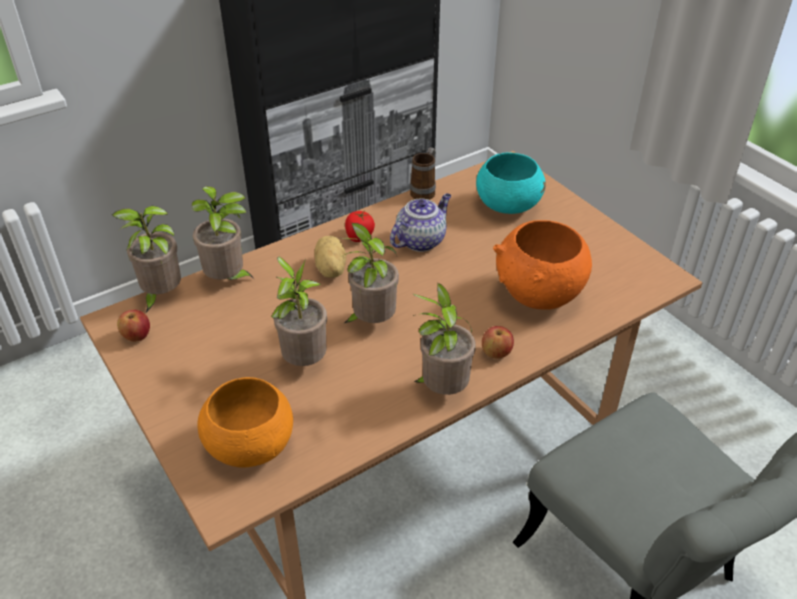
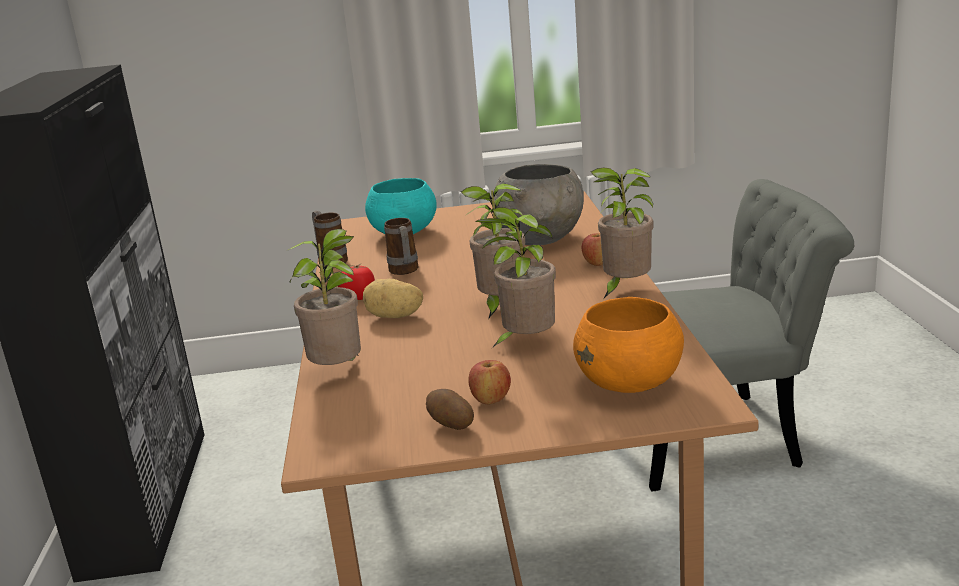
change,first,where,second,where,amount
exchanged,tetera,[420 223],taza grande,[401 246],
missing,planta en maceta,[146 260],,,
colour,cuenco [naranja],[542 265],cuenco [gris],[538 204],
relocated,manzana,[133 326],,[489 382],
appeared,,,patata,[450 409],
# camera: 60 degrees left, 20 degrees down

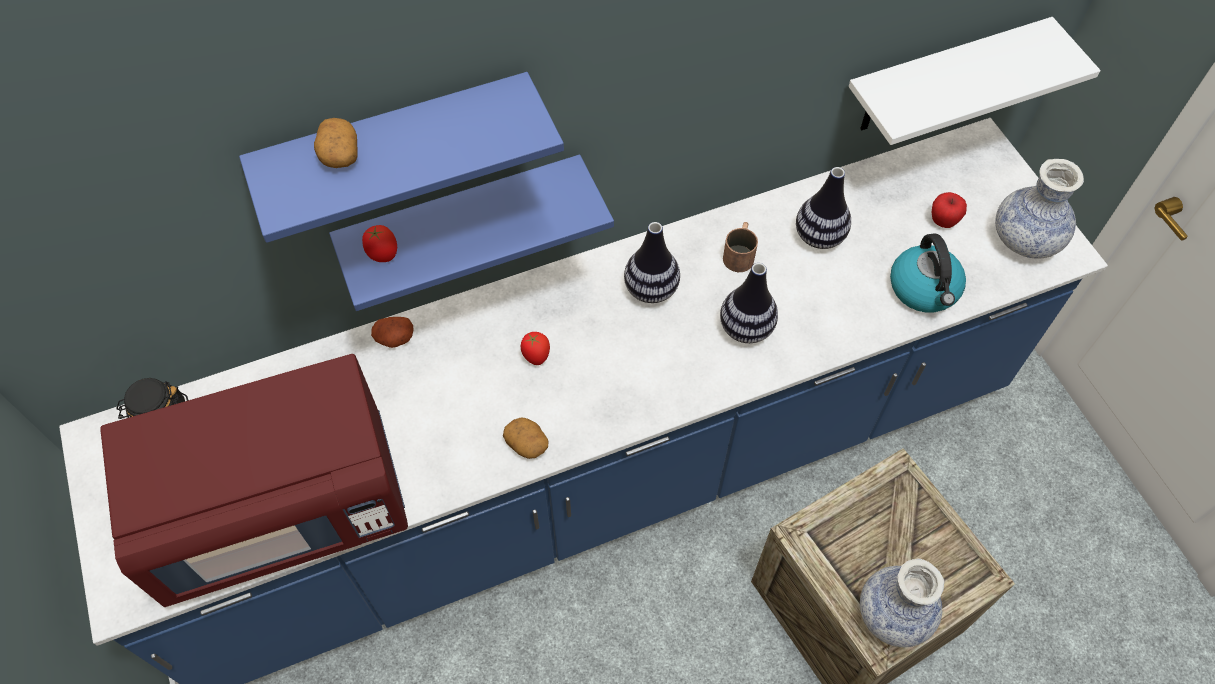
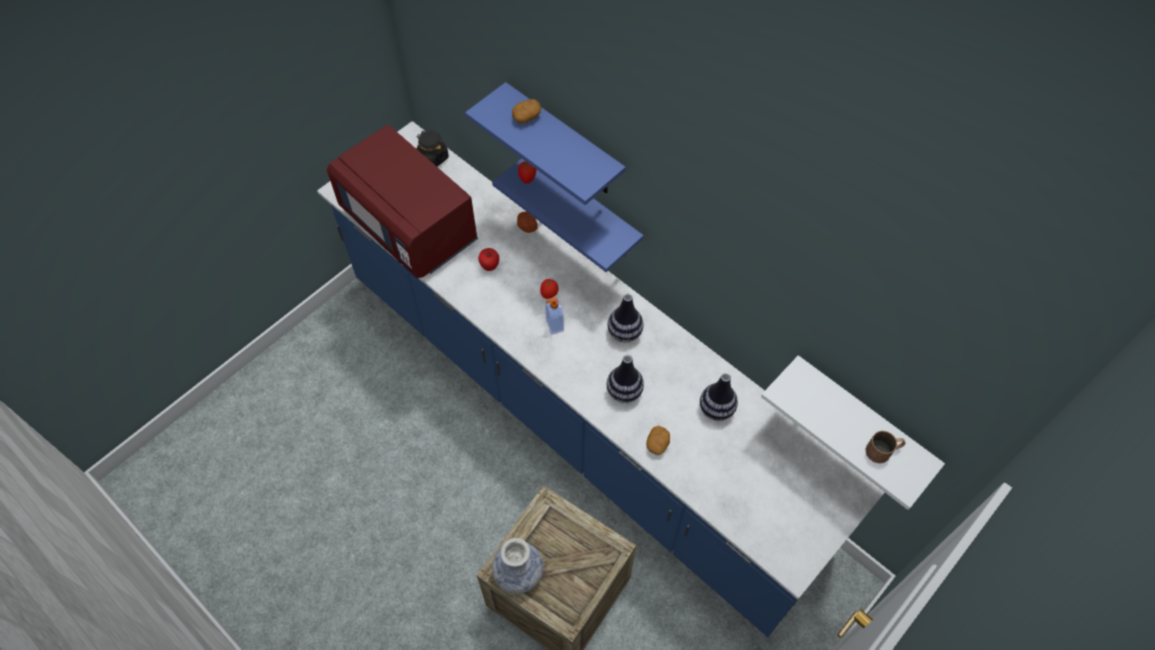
change,first,where,second,where,amount
missing,florero,[1039 209],,,
relocated,manzana,[949 210],,[488 259],
relocated,taza grande [marrón],[740 247],,[885 447],
missing,hervidor,[928 273],,,
relocated,patata,[525 438],,[658 440],
appeared,,,dispensador de jabón,[554 316],
# camera: 65 degrees right, 0 degrees up

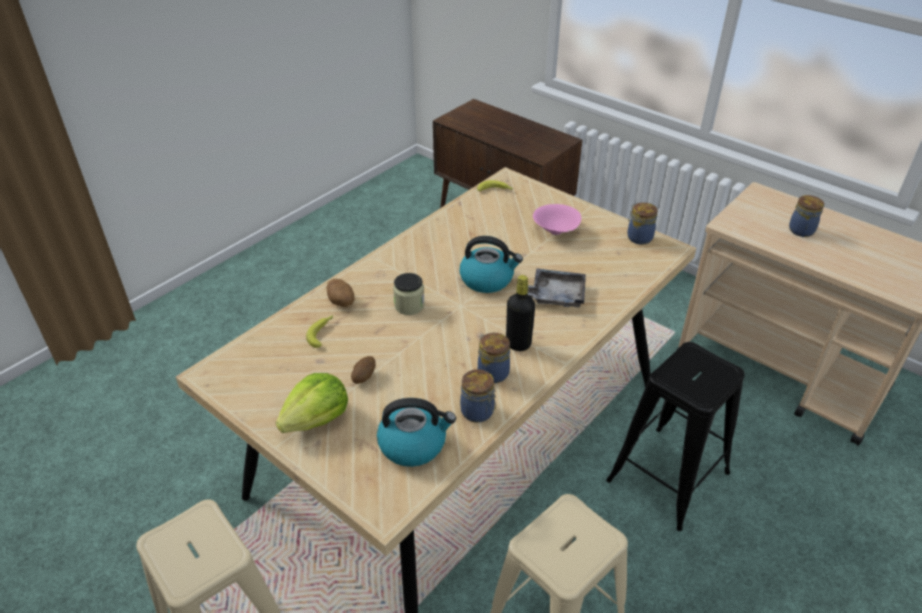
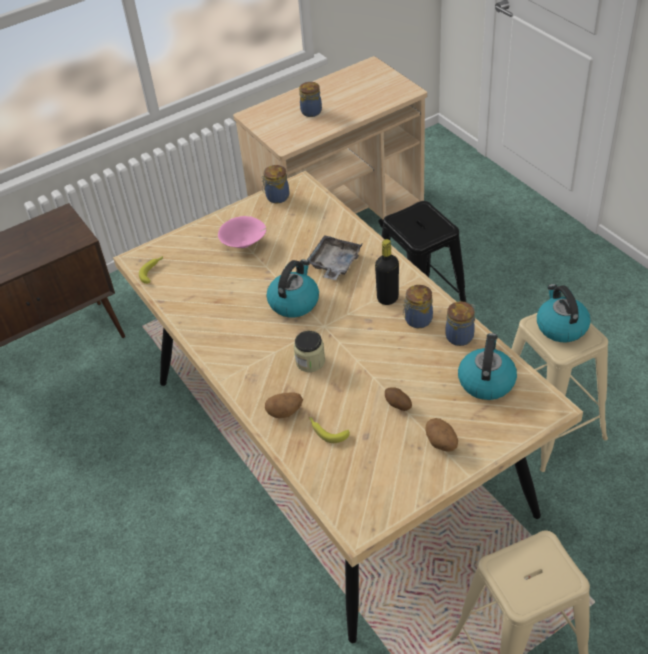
change,first,where,second,where,amount
exchanged,lechuga,[312 403],patata,[441 435],
appeared,,,hervidor,[564 313],
# camera: 70 degrees left, 5 degrees up

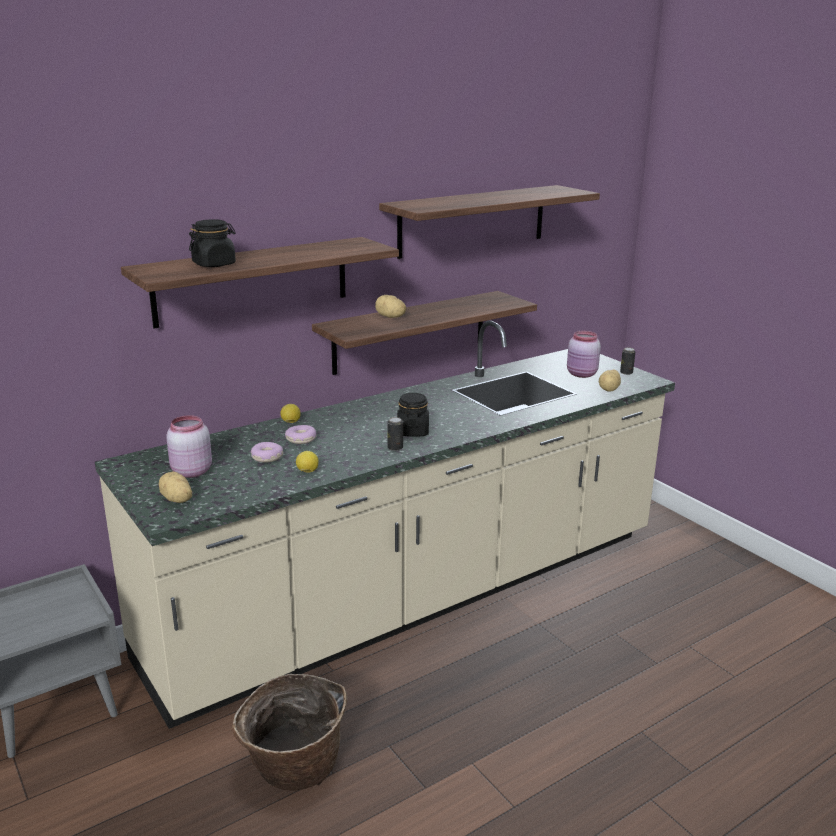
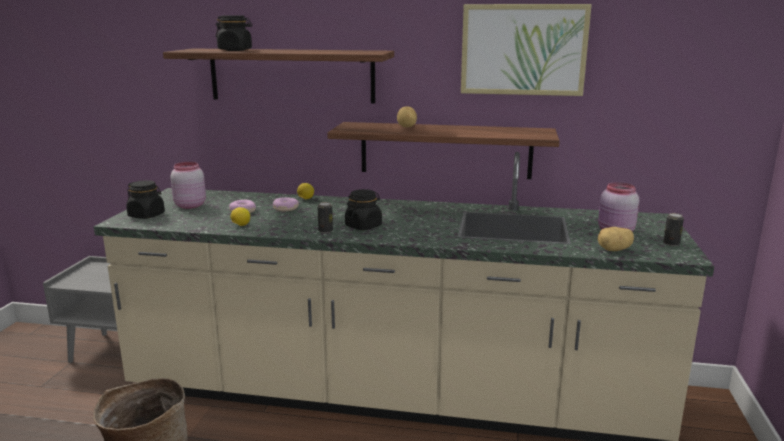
change,first,where,second,where,amount
exchanged,estante,[489 222],cuadro,[526 50],
exchanged,patata,[175 487],tarro [negro],[145 199],
# camera: 45 degrees right, 5 degrees down

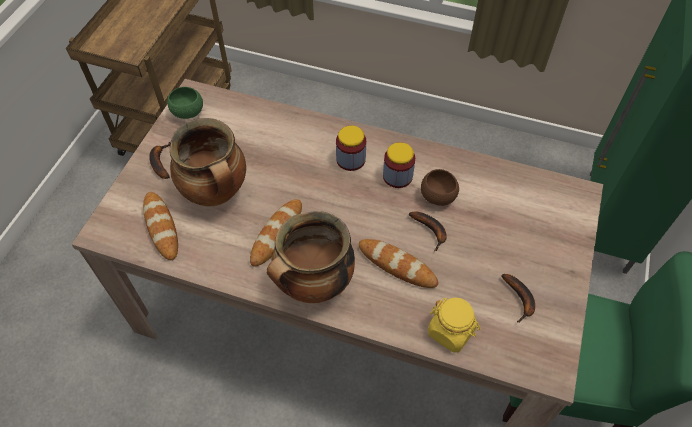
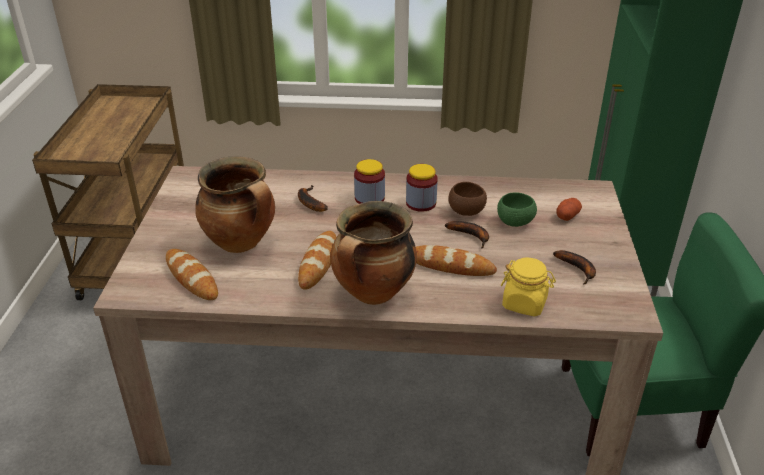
change,first,where,second,where,amount
relocated,cuenco [verde],[185 103],,[517 209],
relocated,plátano,[159 160],,[313 198],
appeared,,,patata,[569 209],
# camera: 15 degrees left, 20 degrees down

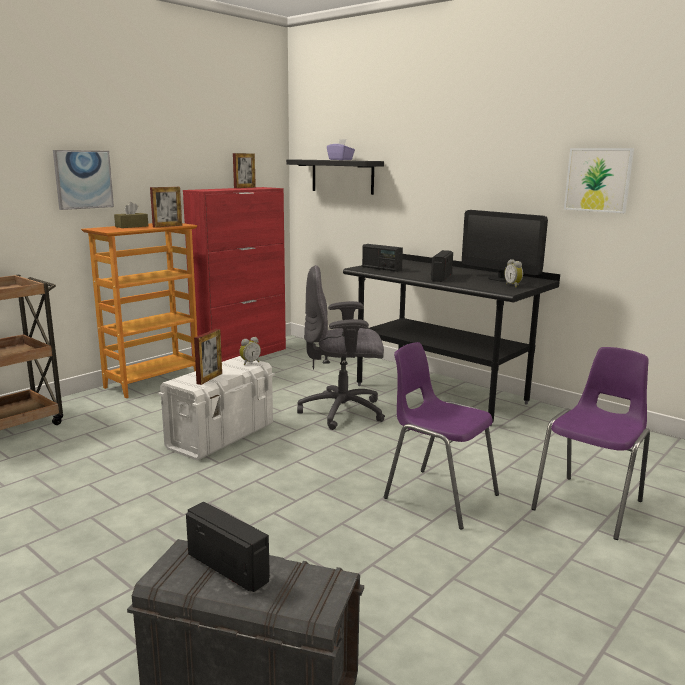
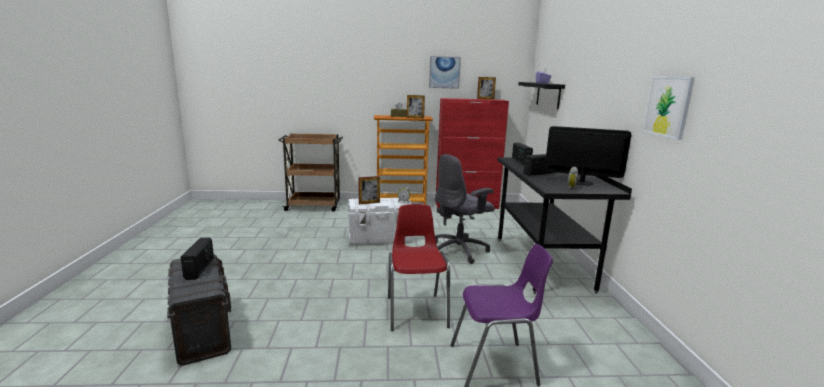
change,first,where,second,where,amount
relocated,cuadro,[83 180],,[445 72],
spun,monitor,[505 245],,[588 156],105 degrees clockwise
spun,silla de oficina [gris],[341 347],,[465 209],75 degrees counterclockwise
colour,silla [morado],[441 436],silla [rojo],[419 267],
# camera: 45 degrees right, 0 degrees up

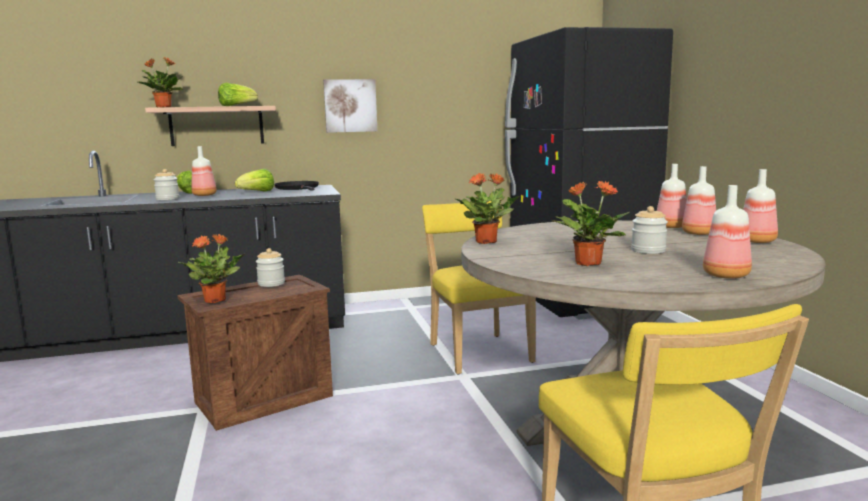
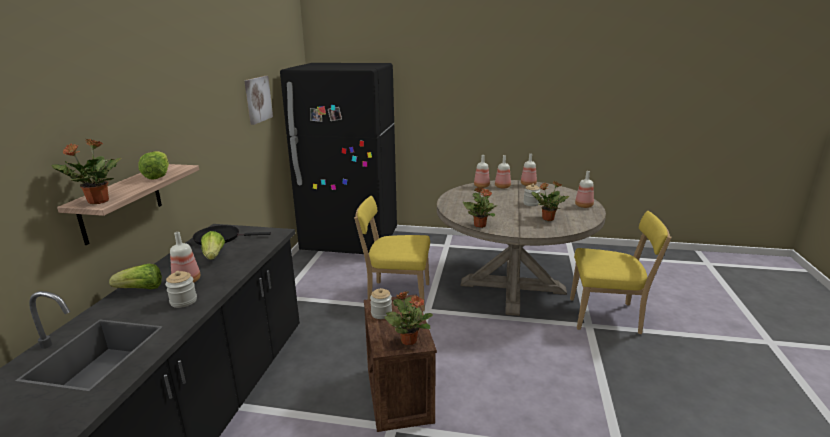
change,first,where,second,where,amount
relocated,cuadro,[350 106],,[258 100],
# camera: 65 degrees left, 10 degrees up

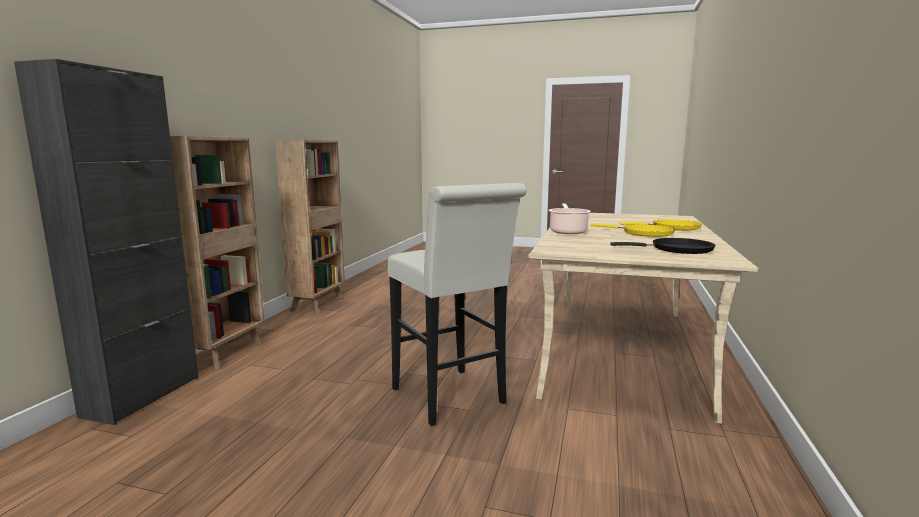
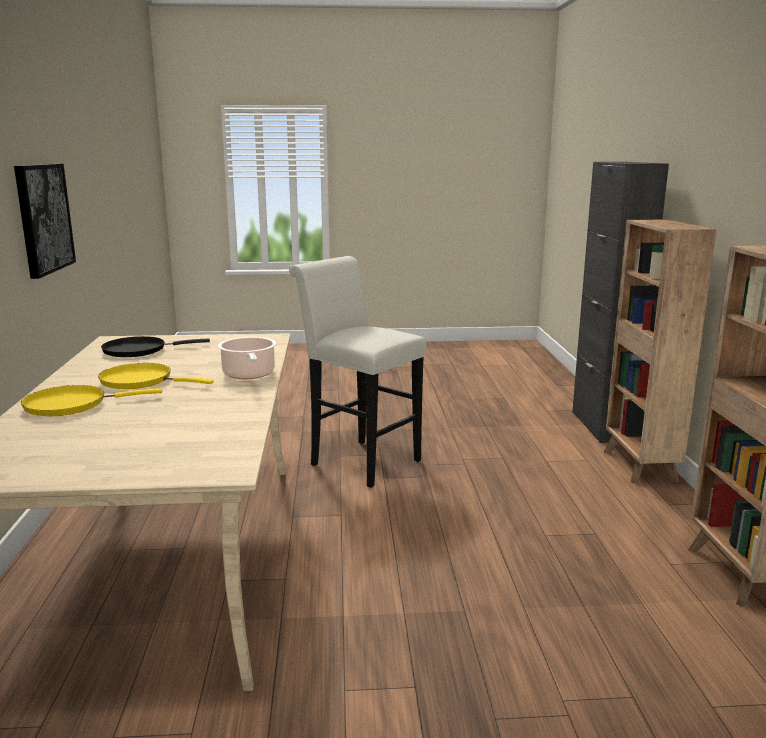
change,first,where,second,where,amount
appeared,,,cuadro,[45 221],
# camera: 160 degrees right, 5 degrees up

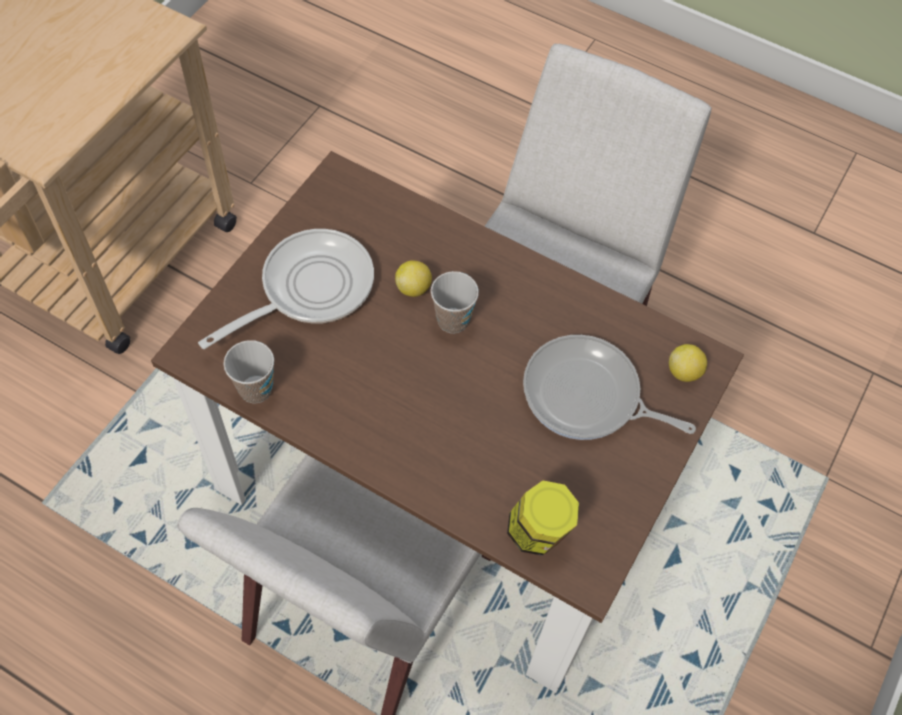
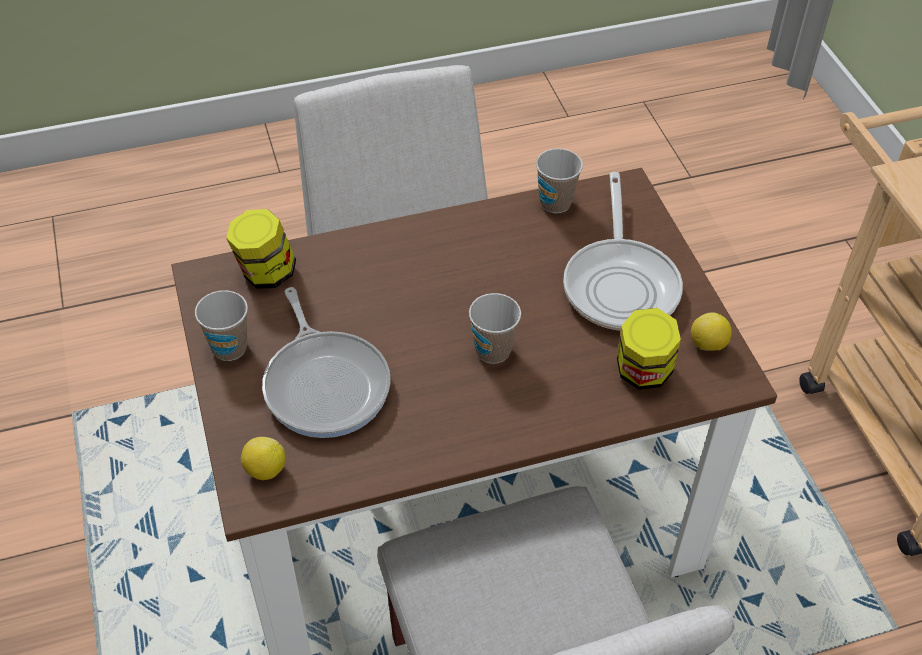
change,first,where,second,where,amount
relocated,limón,[413 278],,[711 331],
spun,sartén,[609 387],,[326 362],90 degrees clockwise
appeared,,,taza,[221 325],
appeared,,,tarro,[649 349],
# camera: 135 degrees right, 10 degrees down

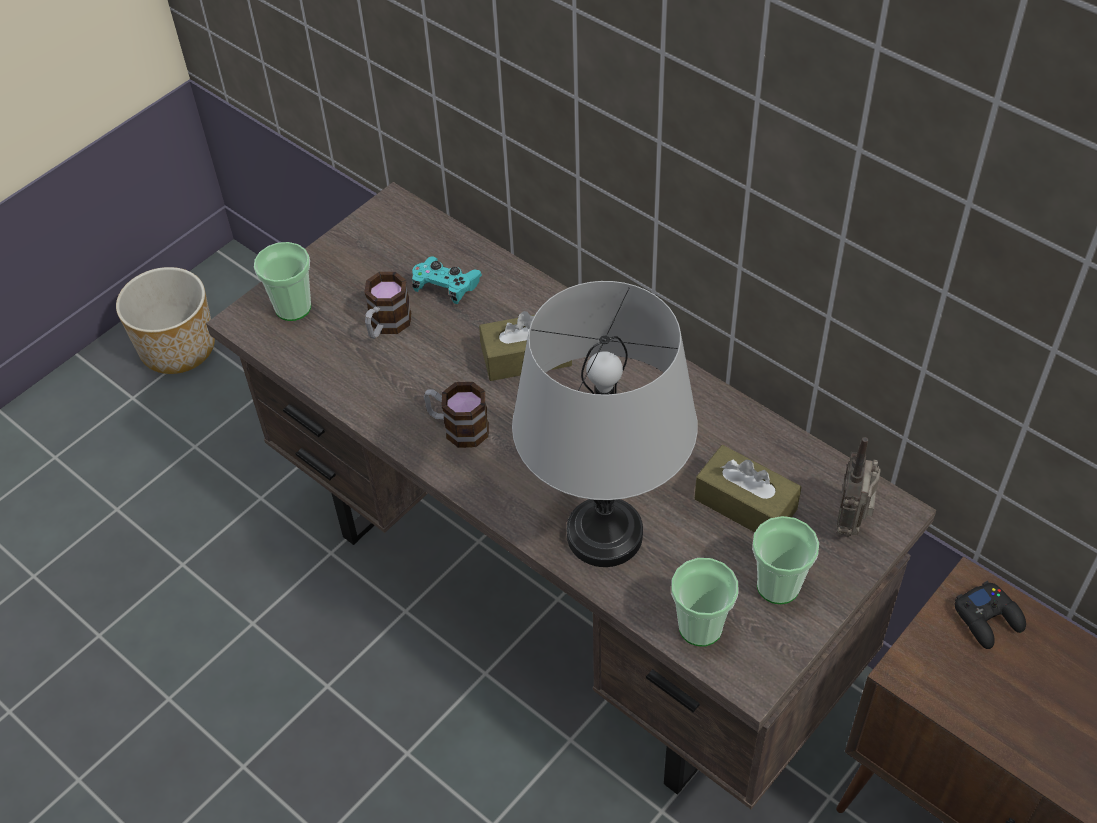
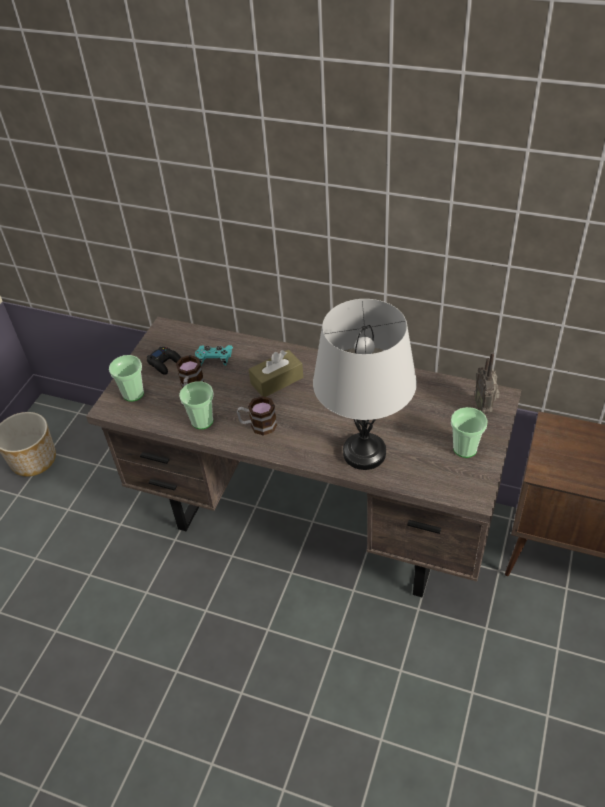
change,first,where,second,where,amount
missing,caja de pañuelos [marrón],[748 488],,,
relocated,taza,[704 602],,[196 405],
relocated,mando de consola [negro],[990 615],,[164 361],
# camera: 20 degrees left, 5 degrees down

